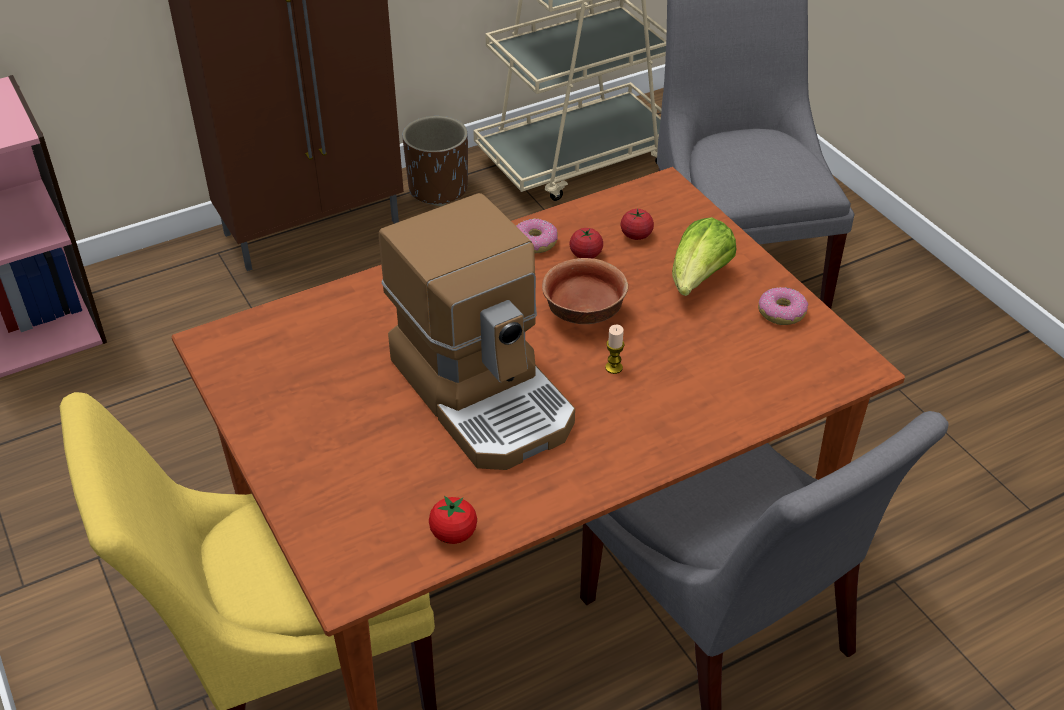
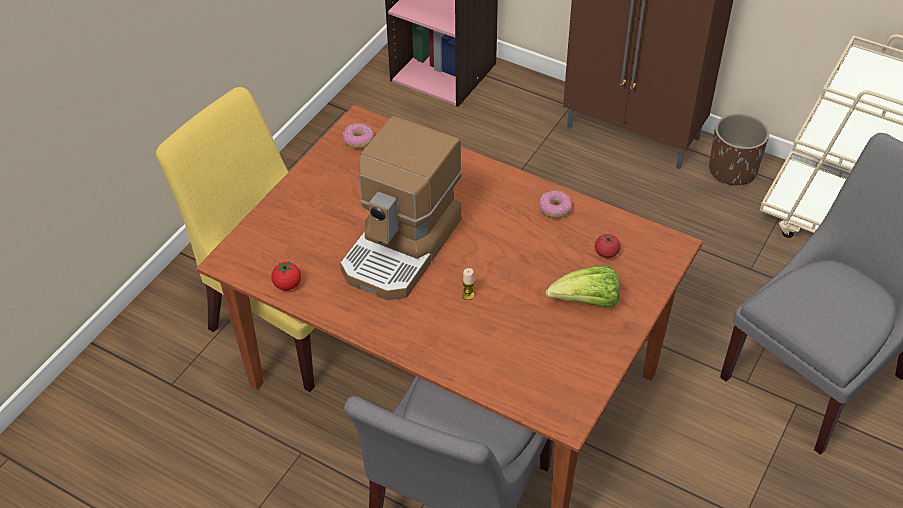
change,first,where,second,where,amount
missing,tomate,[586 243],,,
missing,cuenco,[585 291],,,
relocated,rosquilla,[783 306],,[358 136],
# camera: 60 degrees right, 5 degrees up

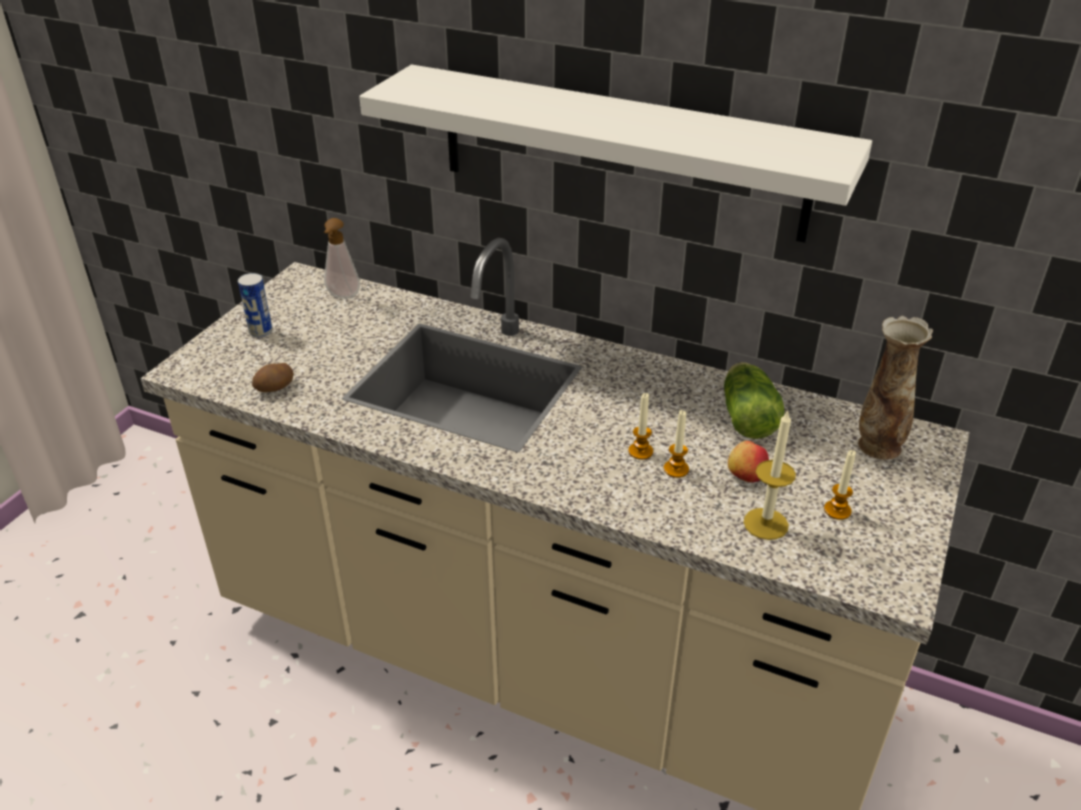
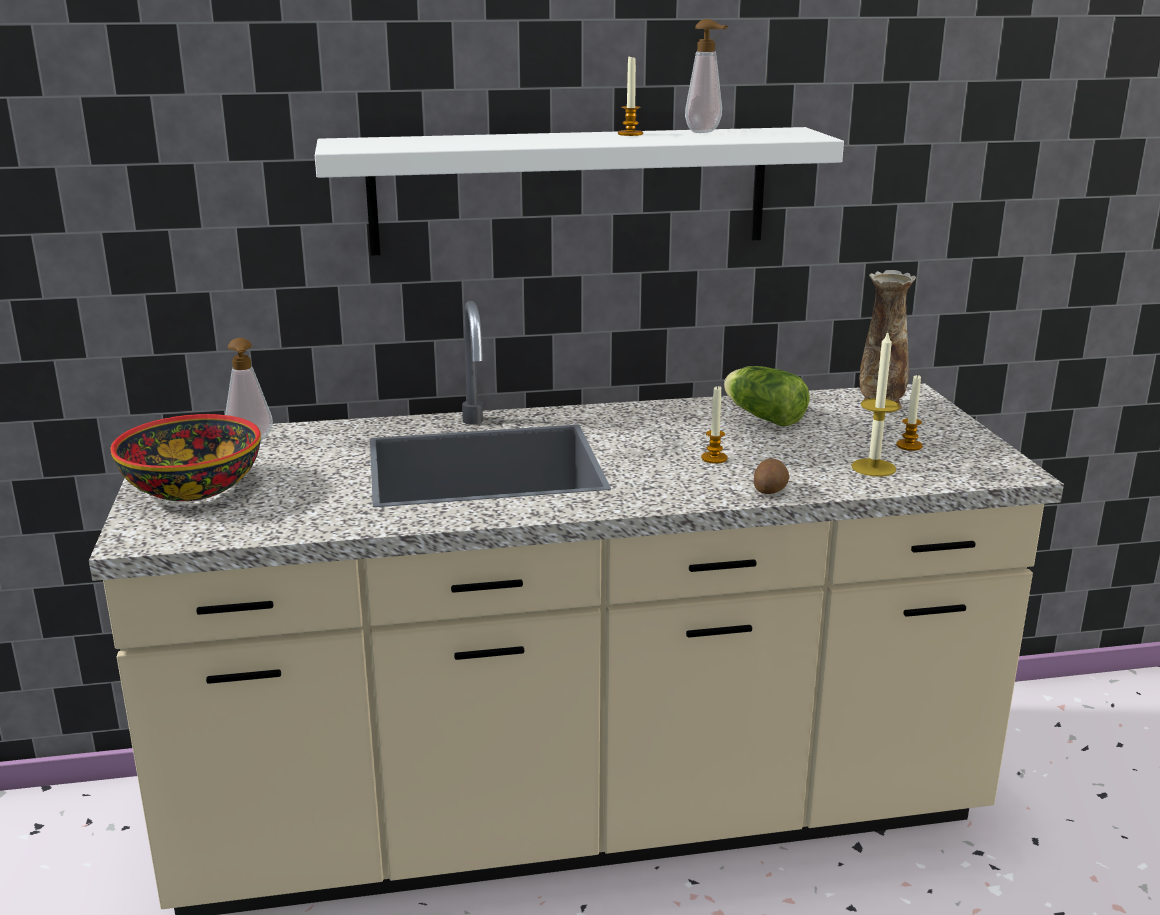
change,first,where,second,where,amount
exchanged,lata,[255 305],cuenco,[186 457],
relocated,patata,[273 377],,[772 476],
relocated,vela,[676 444],,[630 96],
missing,manzana,[748 462],,,
appeared,,,dispensador de jabón,[706 76],
# camera: 35 degrees left, 15 degrees down

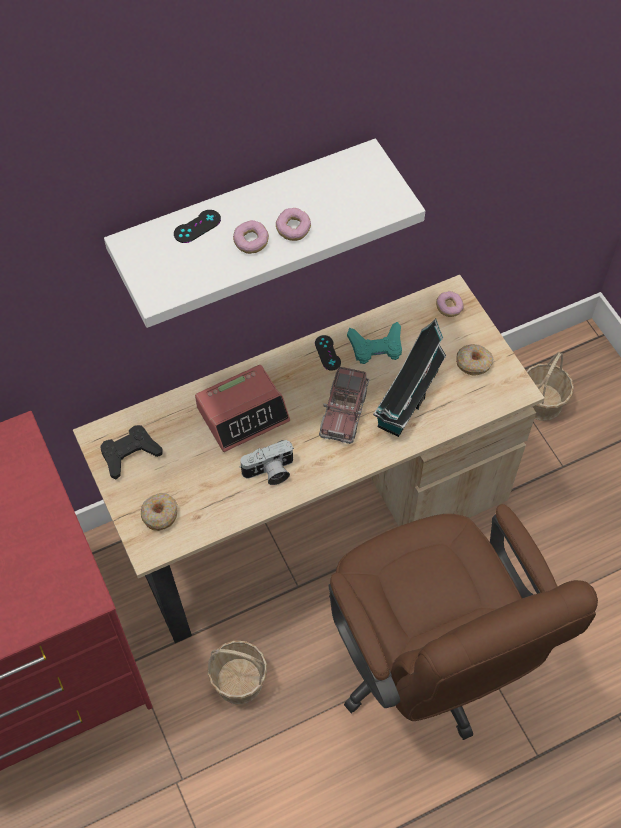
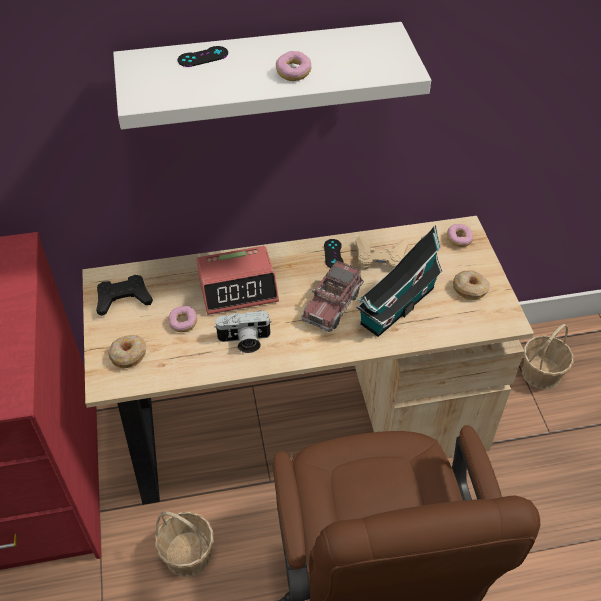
change,first,where,second,where,amount
relocated,rosquilla,[251 237],,[182 319],
colour,mando de consola [turquesa],[374 343],mando de consola [beis],[382 253],
# camera: 15 degrees right, 10 degrees down

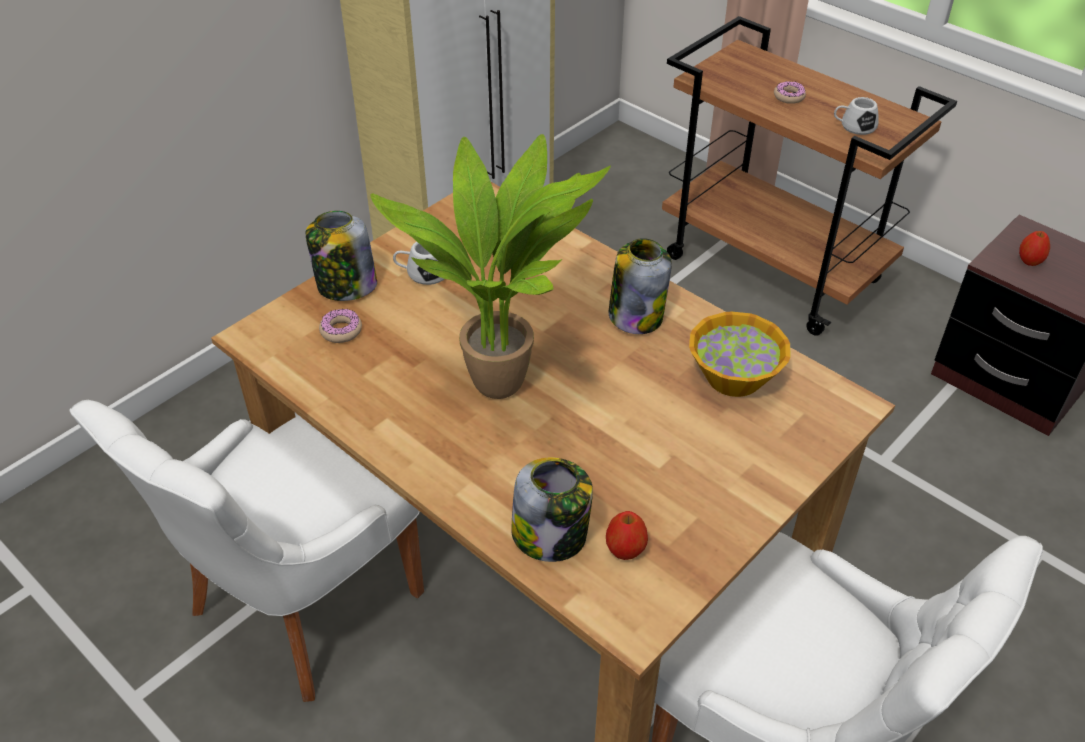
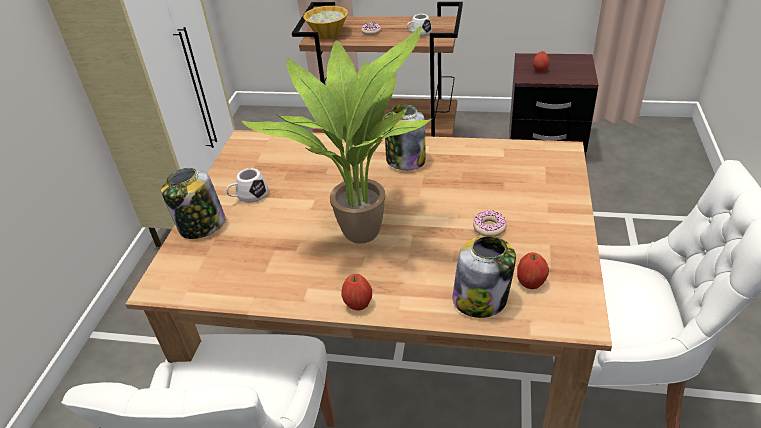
change,first,where,second,where,amount
relocated,rosquilla,[340 326],,[490 223],
relocated,cuenco,[739 354],,[325 22],
appeared,,,manzana,[356 292],
# camera: 30 degrees left, 5 degrees down

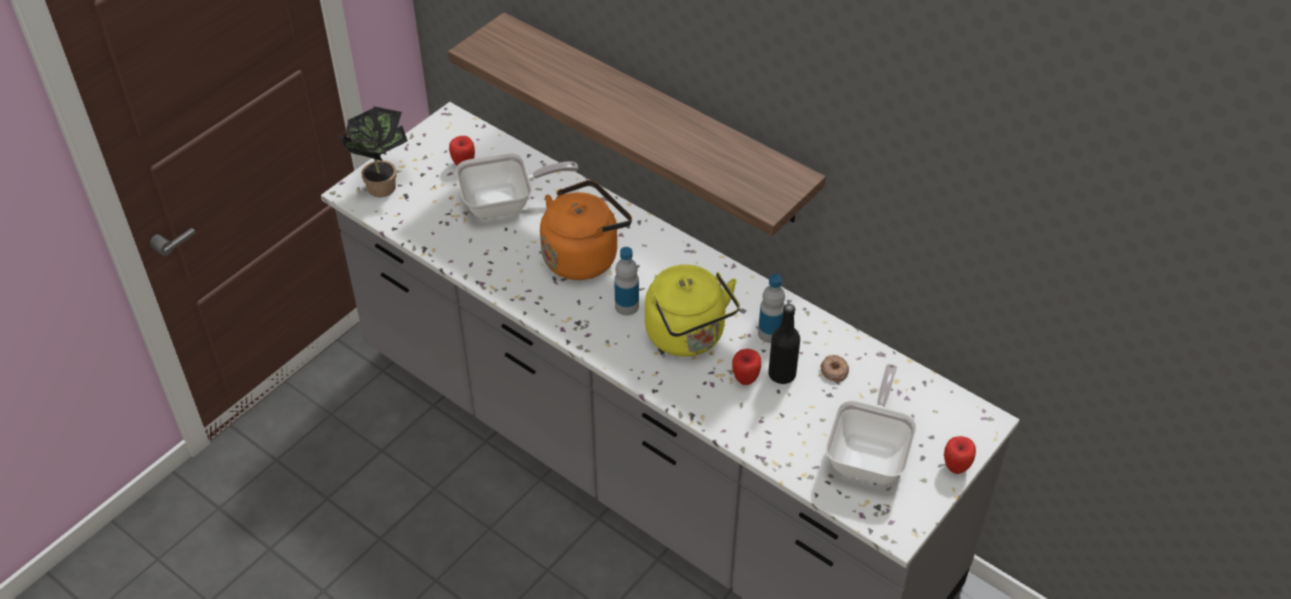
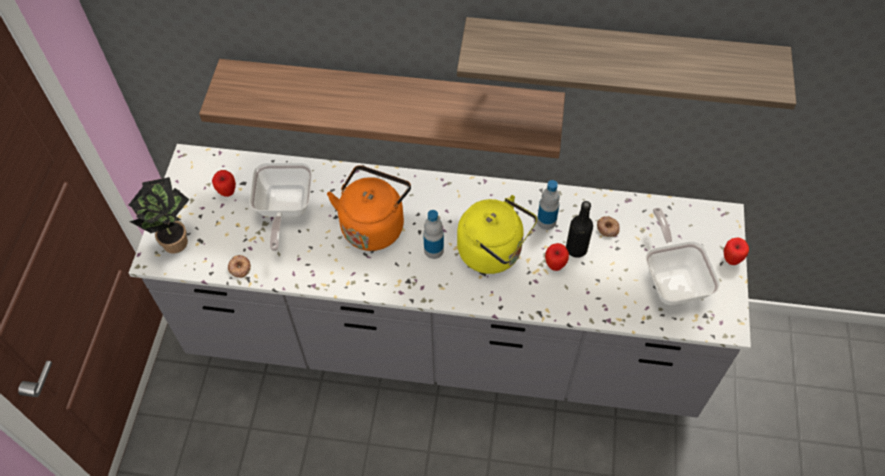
change,first,where,second,where,amount
spun,sartén,[517 186],,[280 206],135 degrees clockwise
appeared,,,estante,[626 63],
appeared,,,rosquilla,[239 266],
# camera: 30 degrees left, 10 degrees up

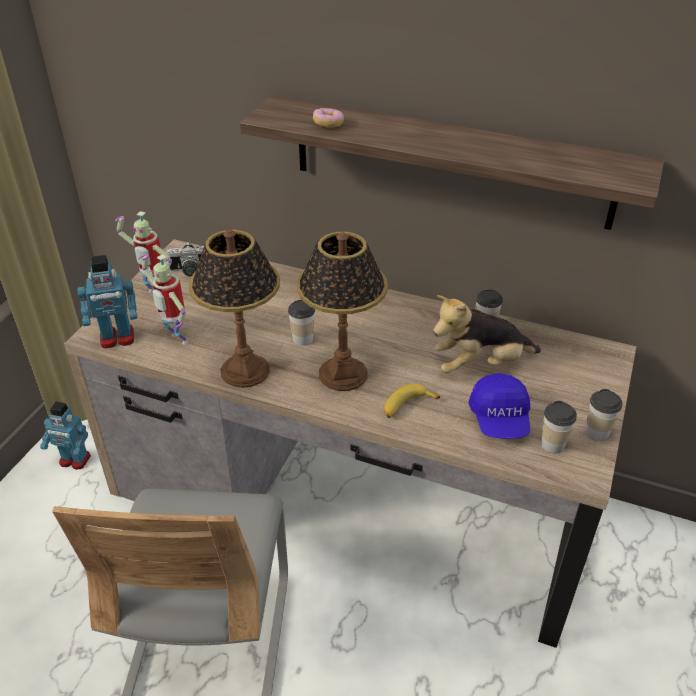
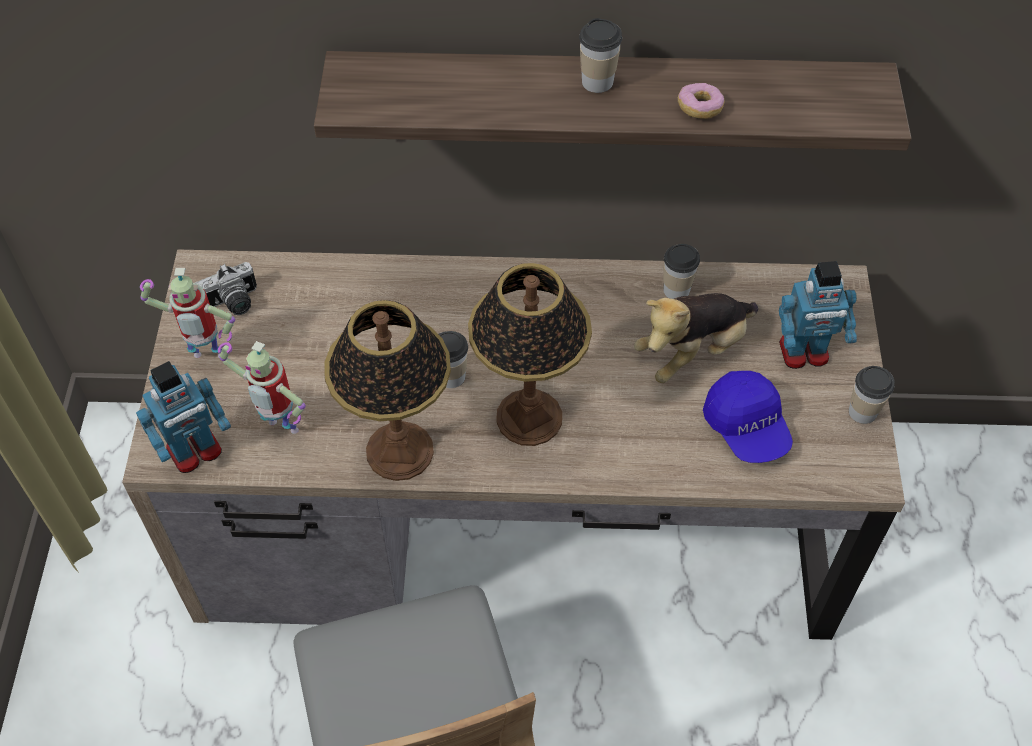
change,first,where,second,where,amount
relocated,rosquilla,[328 117],,[701 101],
missing,plátano,[412 401],,,
relocated,taza,[559 427],,[600 55],
relocated,robot de juguete,[65 436],,[818 315],
# camera: 20 degrees left, 15 degrees up

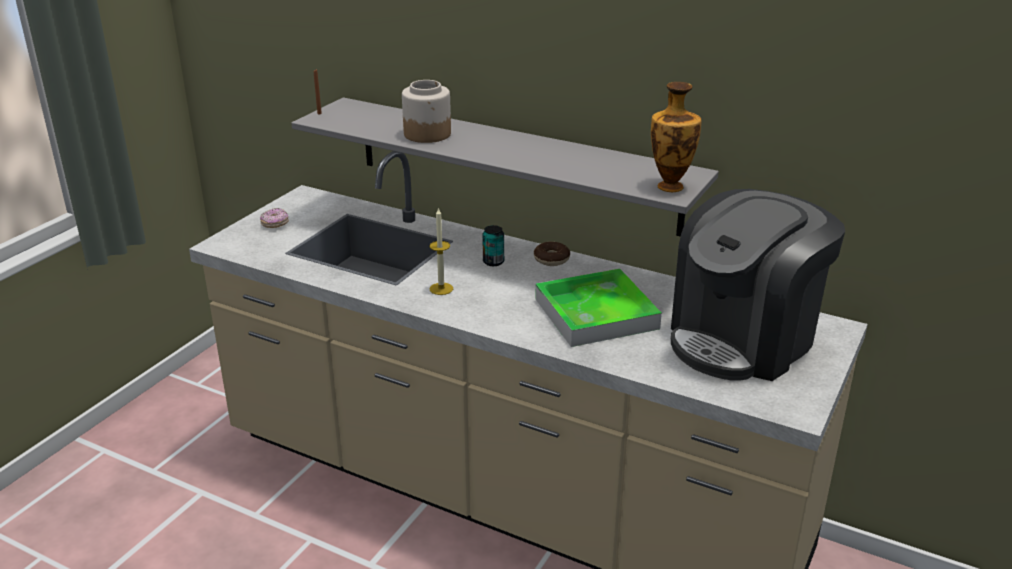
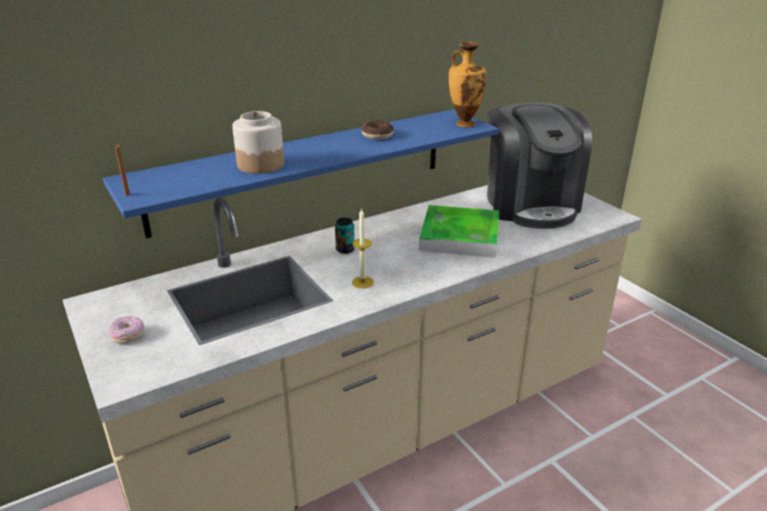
change,first,where,second,where,amount
colour,estante [gris],[505 167],estante [azul],[301 173],
relocated,rosquilla,[552 254],,[377 130],
# camera: 60 degrees left, 0 degrees up

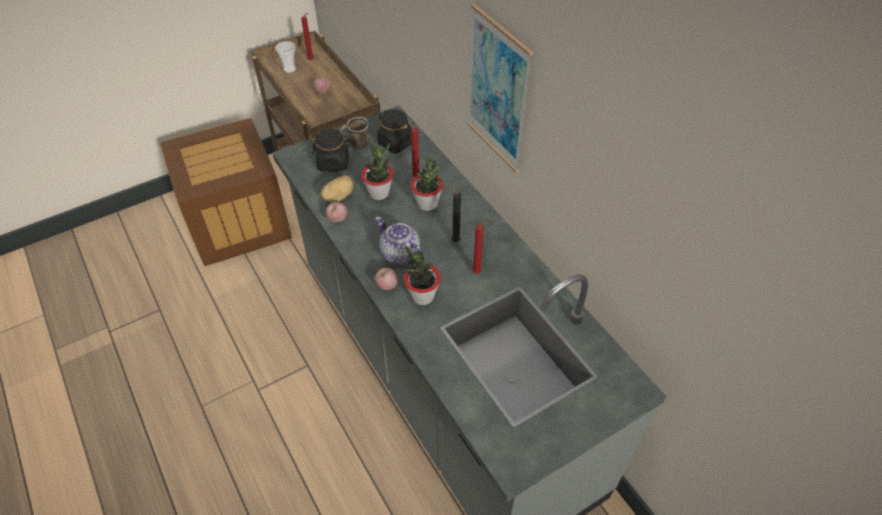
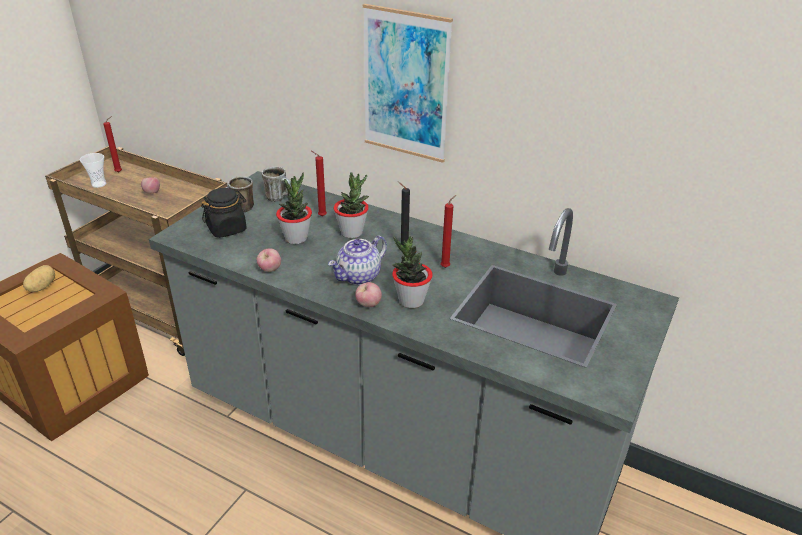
change,first,where,second,where,amount
exchanged,tarro [negro],[394 131],taza grande,[277 184],
relocated,patata,[337 188],,[39 278],
spun,tetera,[400 240],,[357 260],60 degrees counterclockwise
# camera: 30 degrees left, 15 degrees down

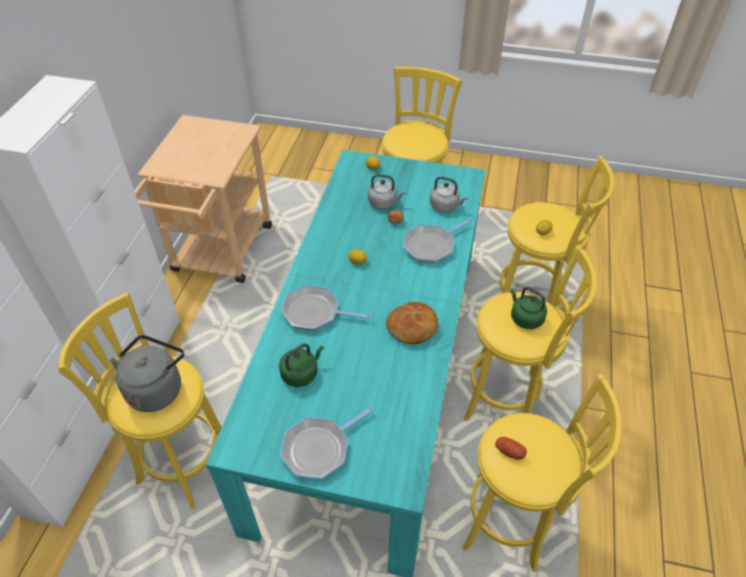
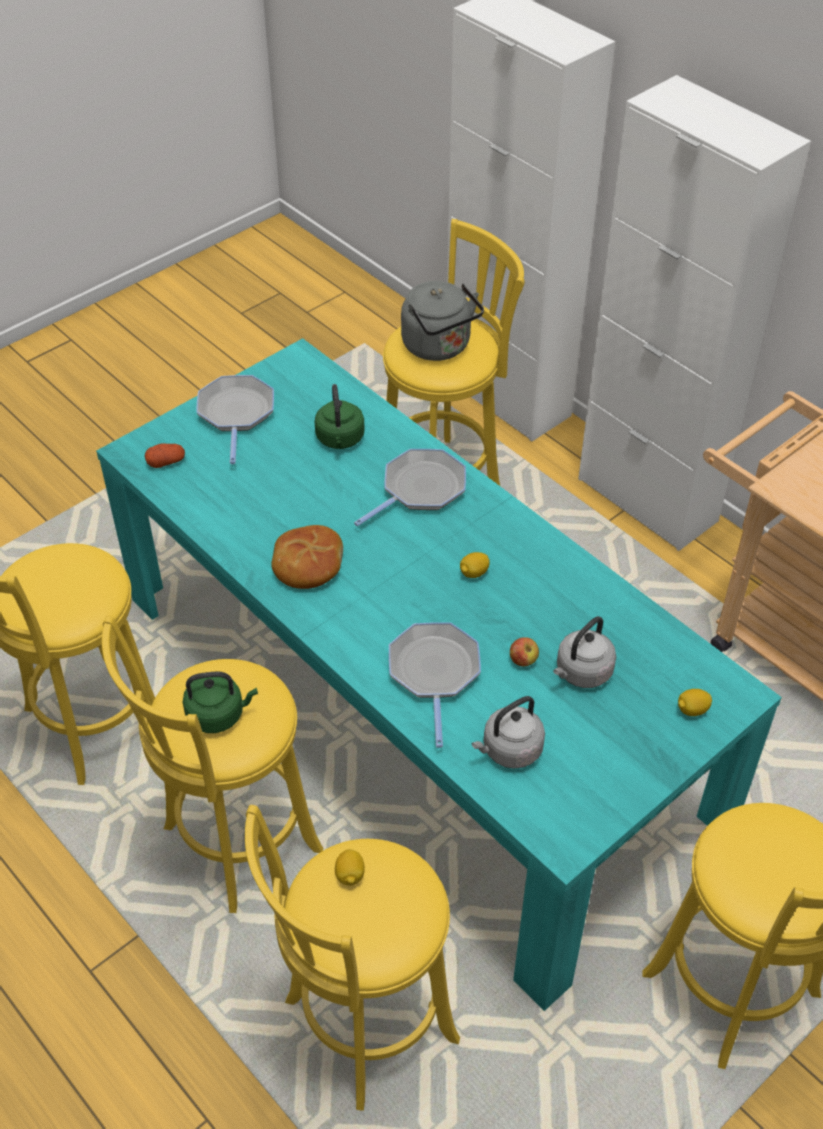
change,first,where,second,where,amount
relocated,patata,[511 448],,[165 455],
# camera: 125 degrees right, 0 degrees up

